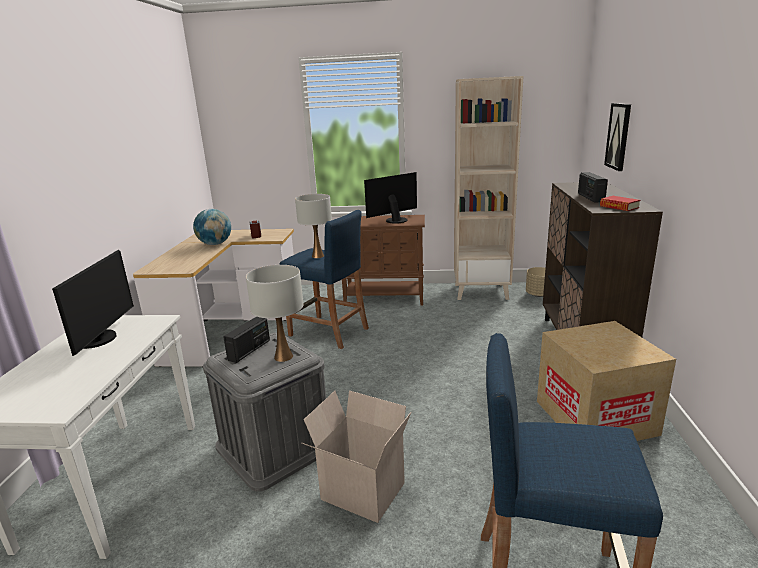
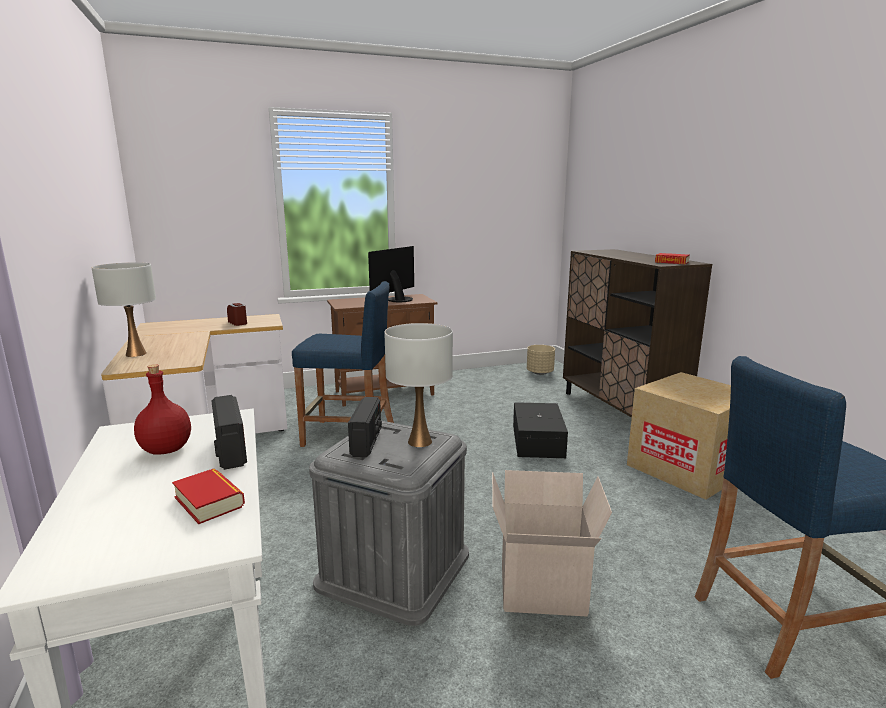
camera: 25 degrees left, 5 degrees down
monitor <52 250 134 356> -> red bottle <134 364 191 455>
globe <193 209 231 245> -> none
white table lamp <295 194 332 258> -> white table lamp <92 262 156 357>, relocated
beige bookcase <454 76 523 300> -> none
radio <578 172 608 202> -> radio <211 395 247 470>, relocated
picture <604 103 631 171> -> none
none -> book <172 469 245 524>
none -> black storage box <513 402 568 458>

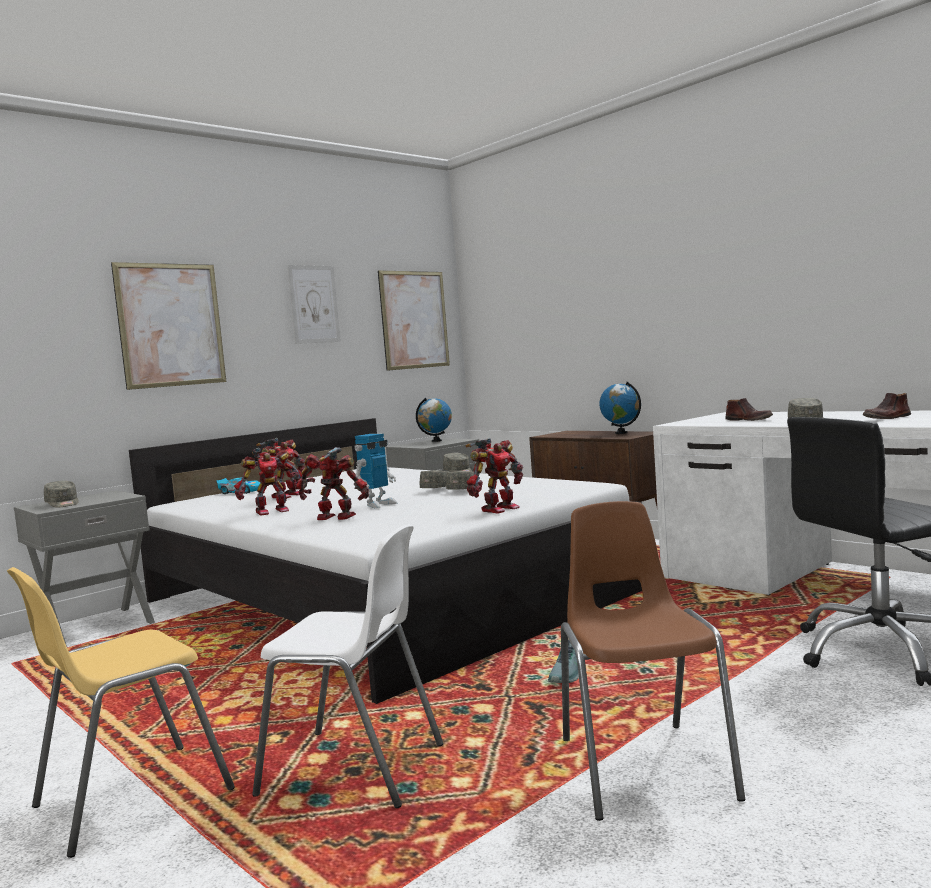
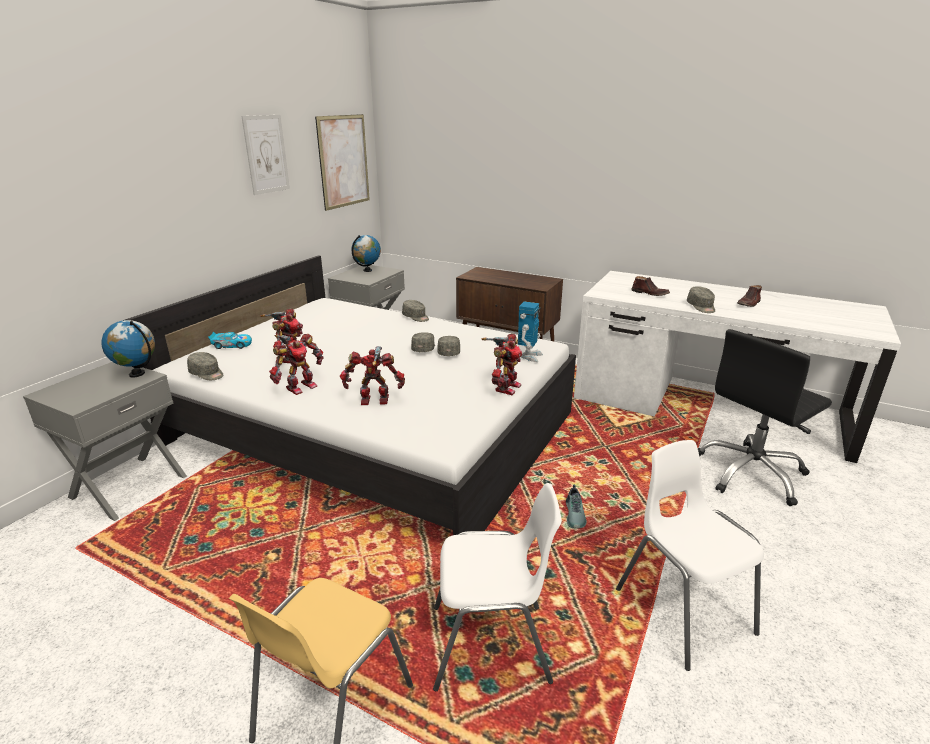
camera: 20 degrees left, 20 degrees up
grey cap <44 481 79 507> -> grey cap <187 352 223 380>, relocated
picture <111 262 226 390> -> none
toy robot <354 434 397 508> -> toy robot <518 302 543 362>, relocated
brown chair <561 501 745 821> -> white chair <616 440 764 671>
globe <599 382 641 434> -> globe <101 320 155 378>, relocated

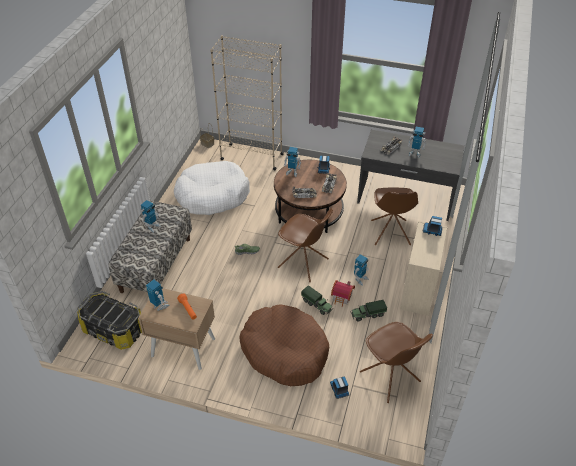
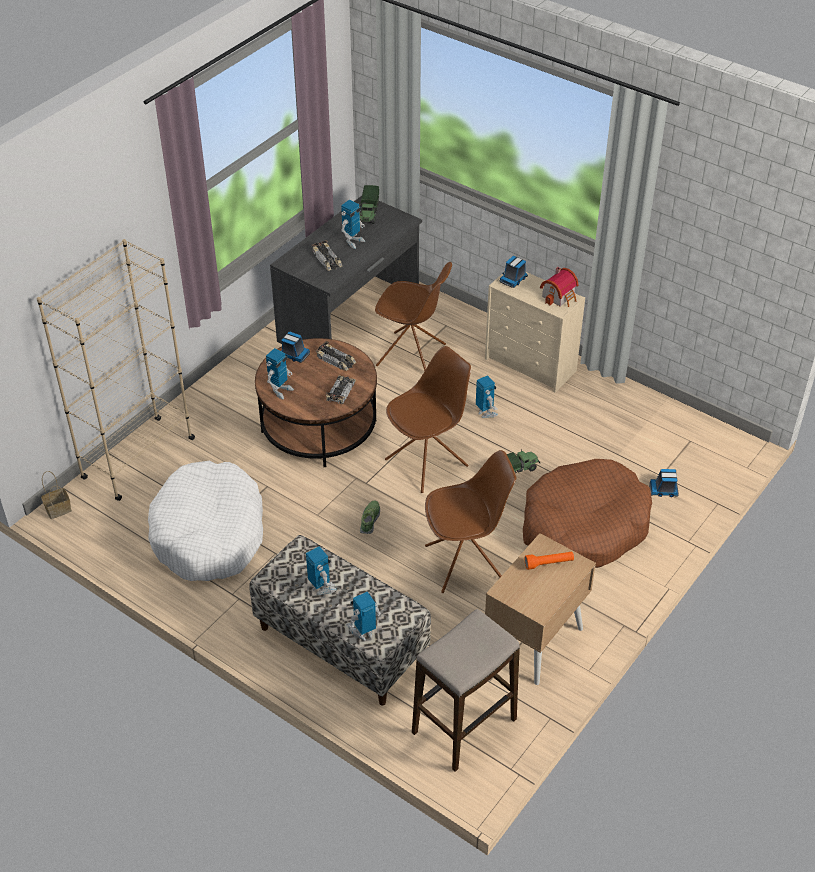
camera: 70 degrees left, 0 degrees up
storage box <77 291 142 350> -> stool <412 609 520 772>
toy robot <146 279 169 311> -> toy robot <346 591 381 641>, relocated
toy house <331 280 355 307> -> toy house <540 267 579 307>, relocated
toy truck <350 300 387 322> -> toy truck <359 185 379 224>, relocated
brown chair <360 322 433 403> -> brown chair <425 450 516 593>, relocated

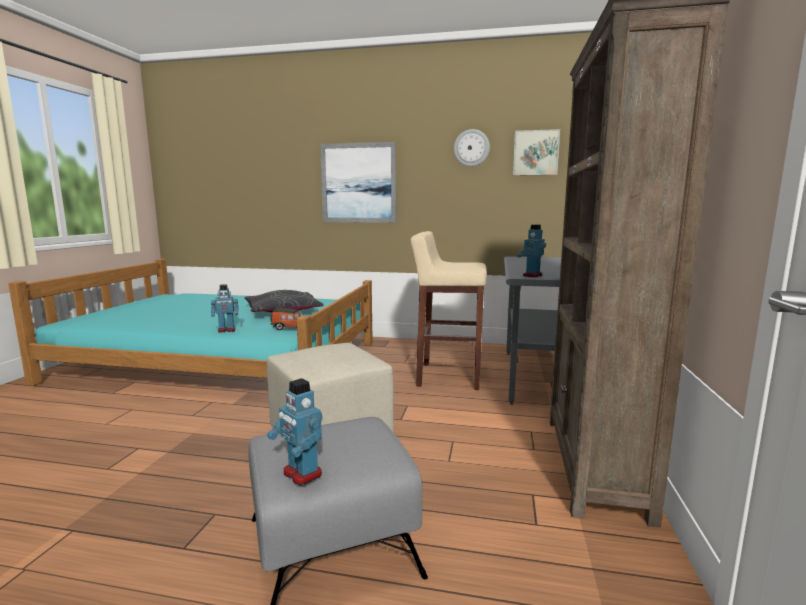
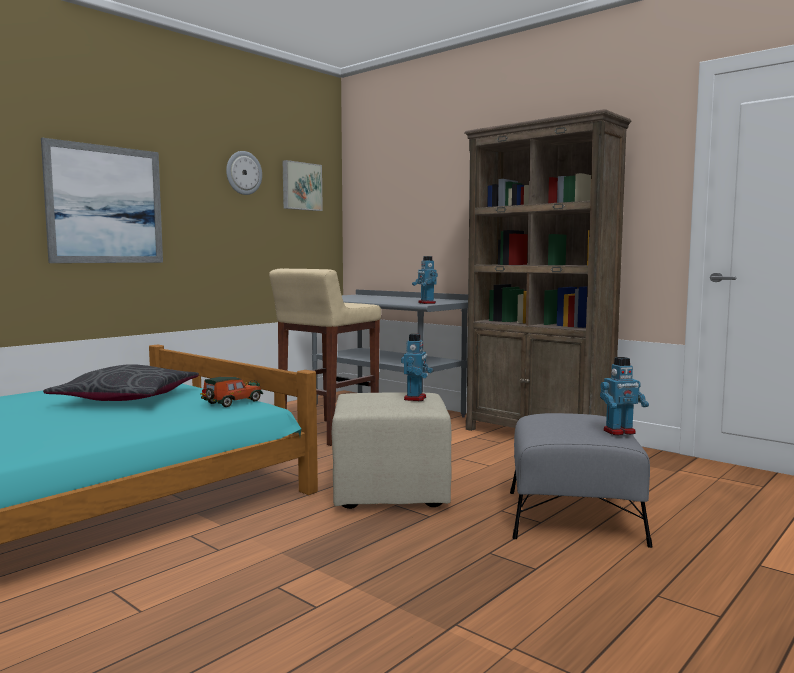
camera: 60 degrees left, 5 degrees down
toy robot <211 284 238 333> -> toy robot <401 334 433 401>, relocated

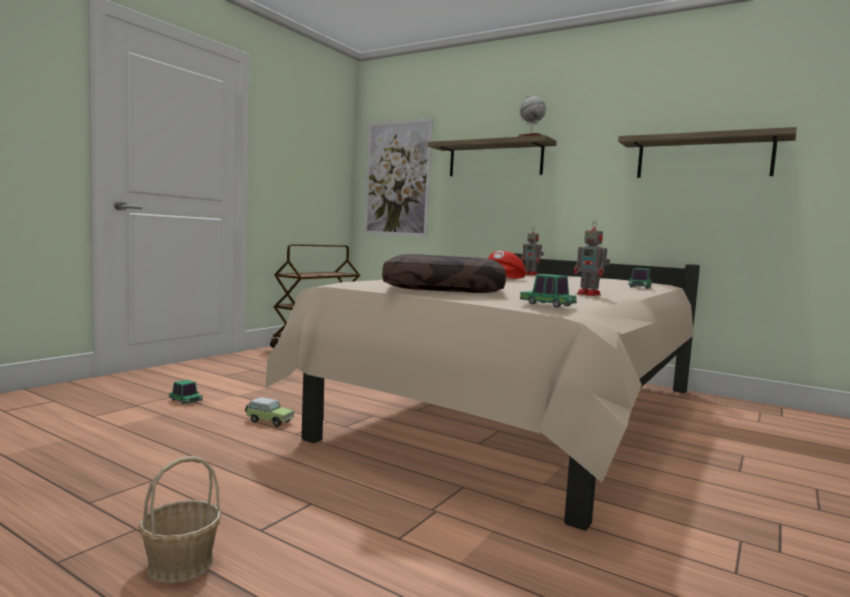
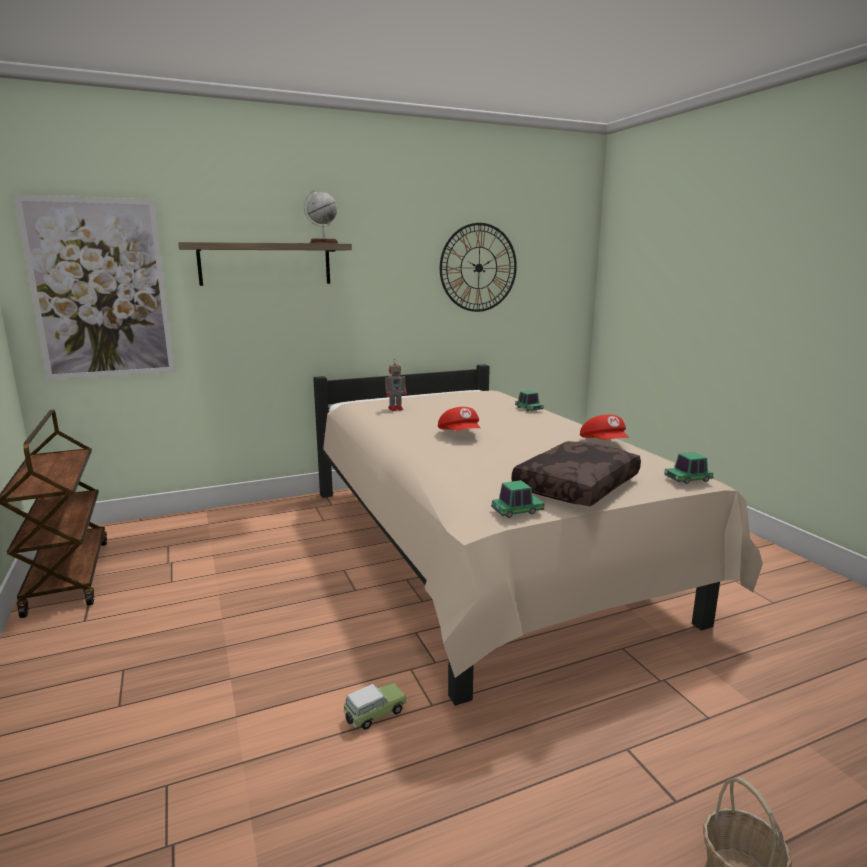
camera: 55 degrees left, 10 degrees up
toy car <169 380 202 404> -> toy car <491 480 545 518>, relocated
toy robot <574 221 610 296> -> red cap <580 414 629 440>
shelf <618 127 797 178> -> wall clock <440 223 517 312>

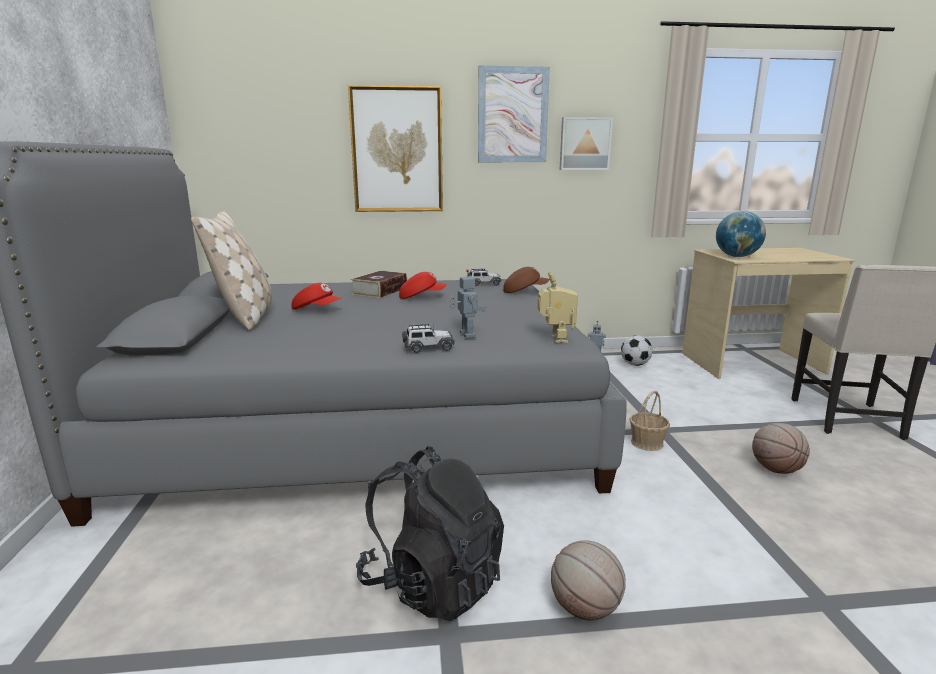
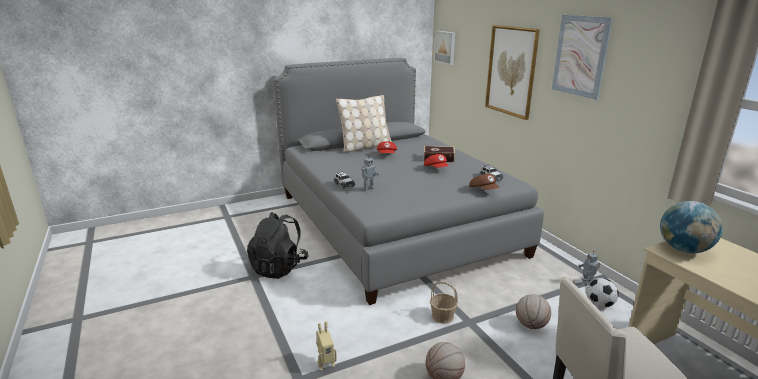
camera: 70 degrees right, 5 degrees up
toy robot <538 271 578 343> -> toy robot <316 321 337 371>, relocated
basketball <551 540 626 621> -> basketball <516 294 551 329>, relocated
picture <560 117 613 170> -> picture <434 31 455 65>, relocated

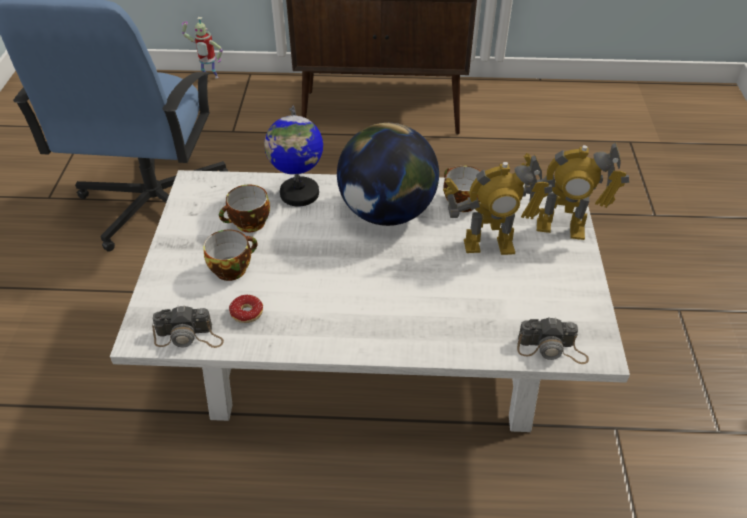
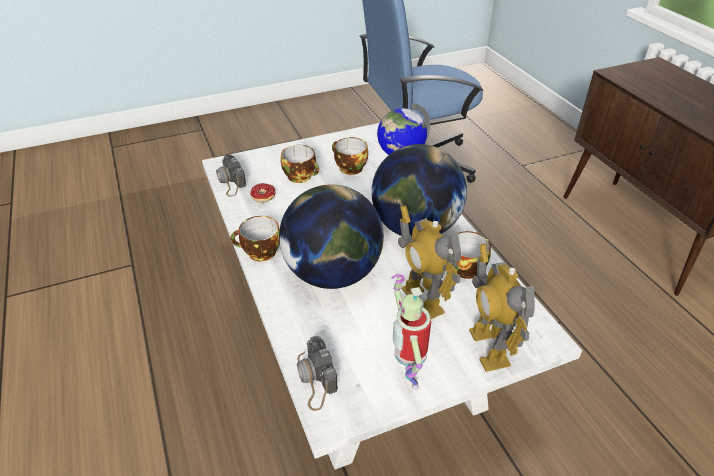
camera: 65 degrees right, 5 degrees down
toy robot <182 17 223 79> -> toy robot <391 274 431 390>, relocated
none -> cup <230 216 280 261>
none -> globe <279 184 384 289>

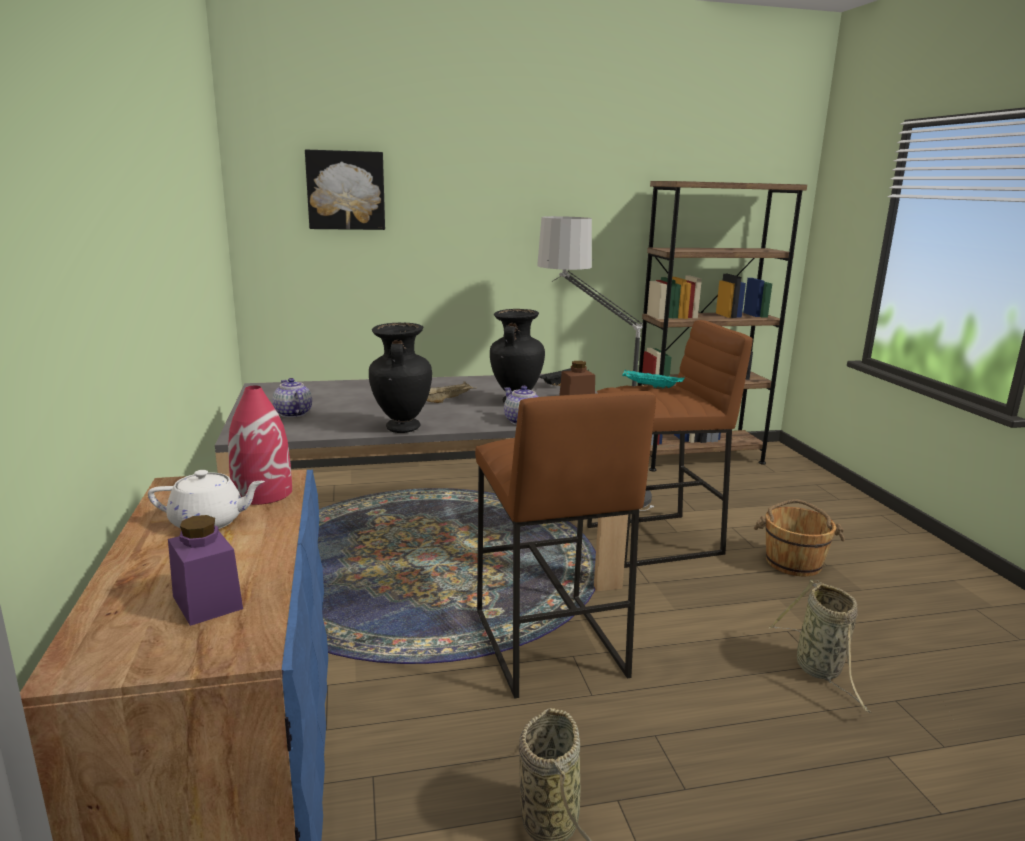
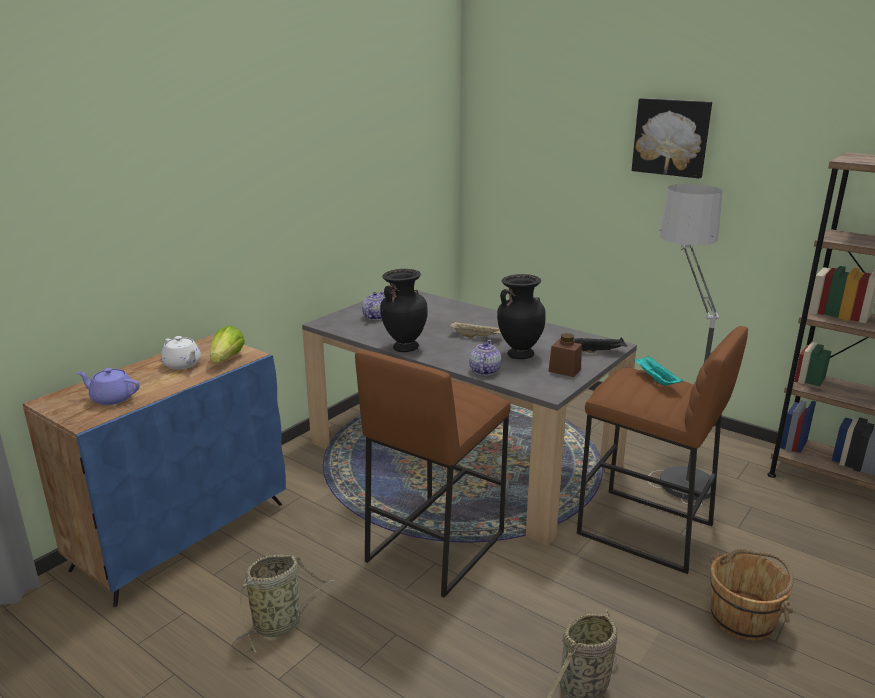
camera: 50 degrees right, 5 degrees up
purple jar <168 515 243 626> -> purple teapot <77 368 140 405>
red vase <228 386 292 505> -> lettuce <210 326 245 363>
picture <305 150 385 230> -> picture <632 98 712 178>, relocated

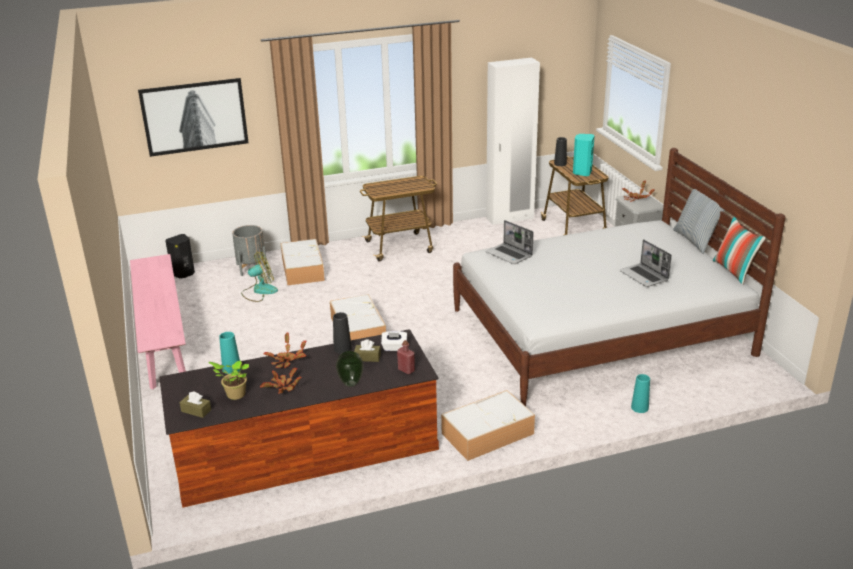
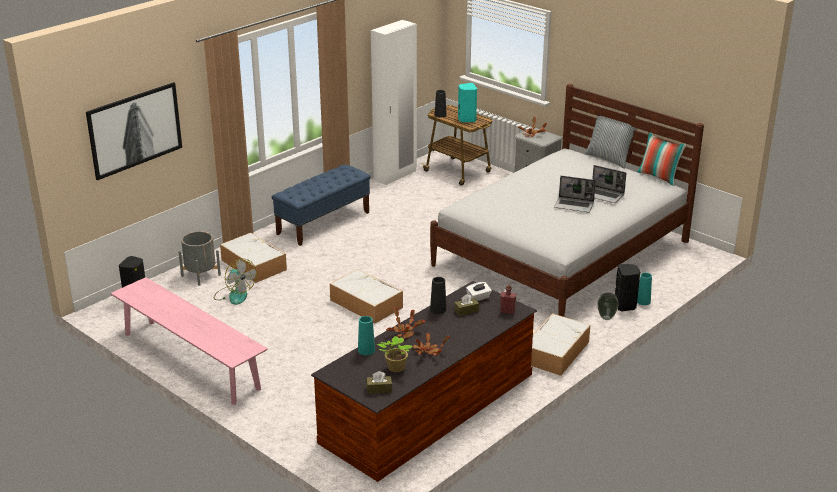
camera: 30 degrees left, 0 degrees up
fan <241 251 278 302> -> fan <214 259 257 305>, 105 degrees clockwise
vase <336 351 364 387> -> vase <597 293 619 320>, relocated
cart <360 176 437 262> -> blue bench <272 164 371 246>
laptop <486 220 533 264> -> laptop <554 176 596 212>, relocated
none -> black speaker <615 264 640 312>

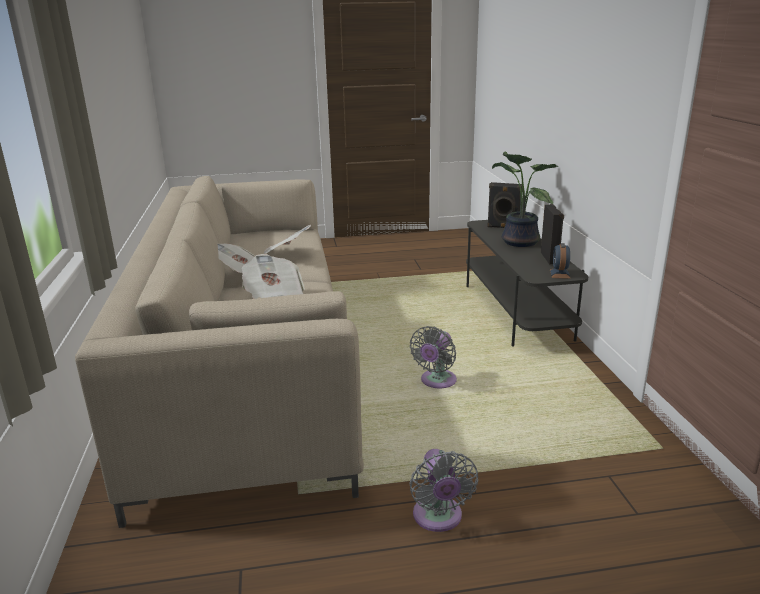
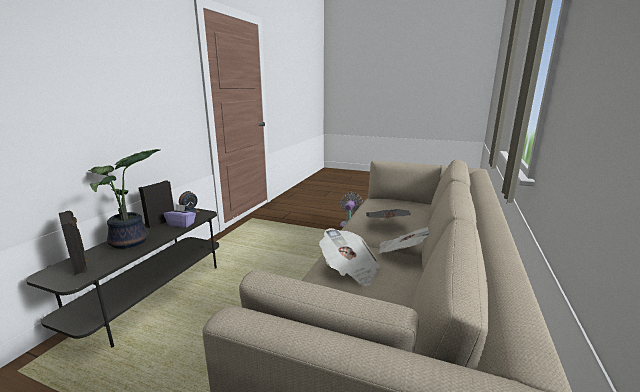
camera: 150 degrees left, 5 degrees down
grey fan <410 326 457 388> -> none
none -> purple tissue box <164 204 196 228>

